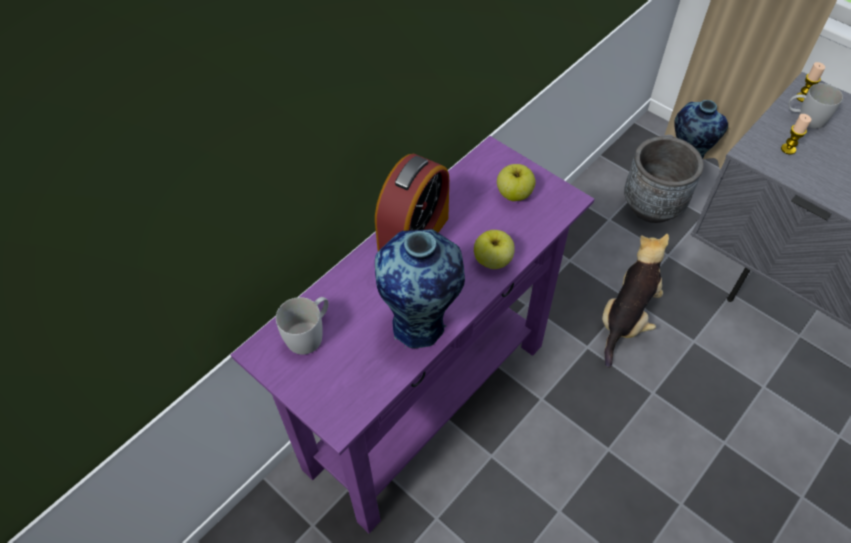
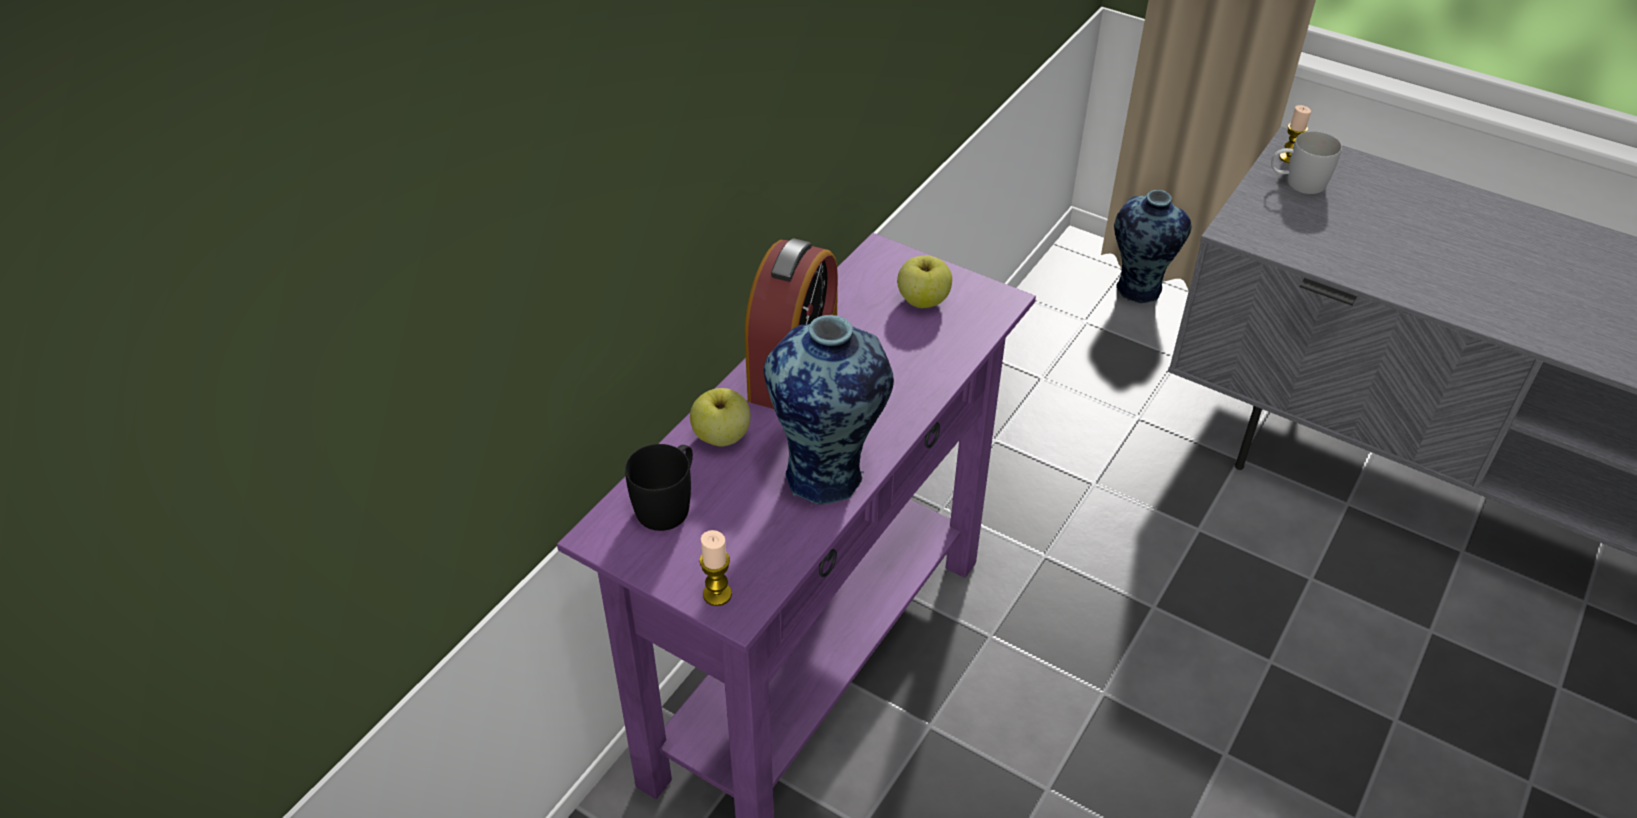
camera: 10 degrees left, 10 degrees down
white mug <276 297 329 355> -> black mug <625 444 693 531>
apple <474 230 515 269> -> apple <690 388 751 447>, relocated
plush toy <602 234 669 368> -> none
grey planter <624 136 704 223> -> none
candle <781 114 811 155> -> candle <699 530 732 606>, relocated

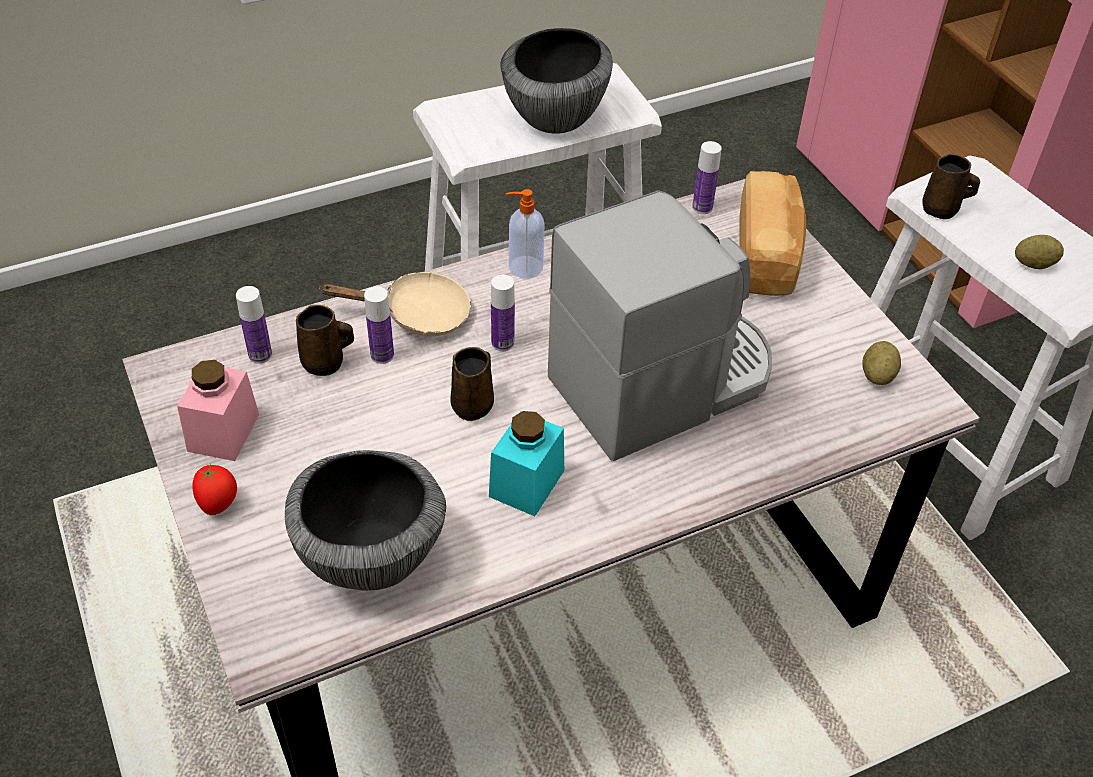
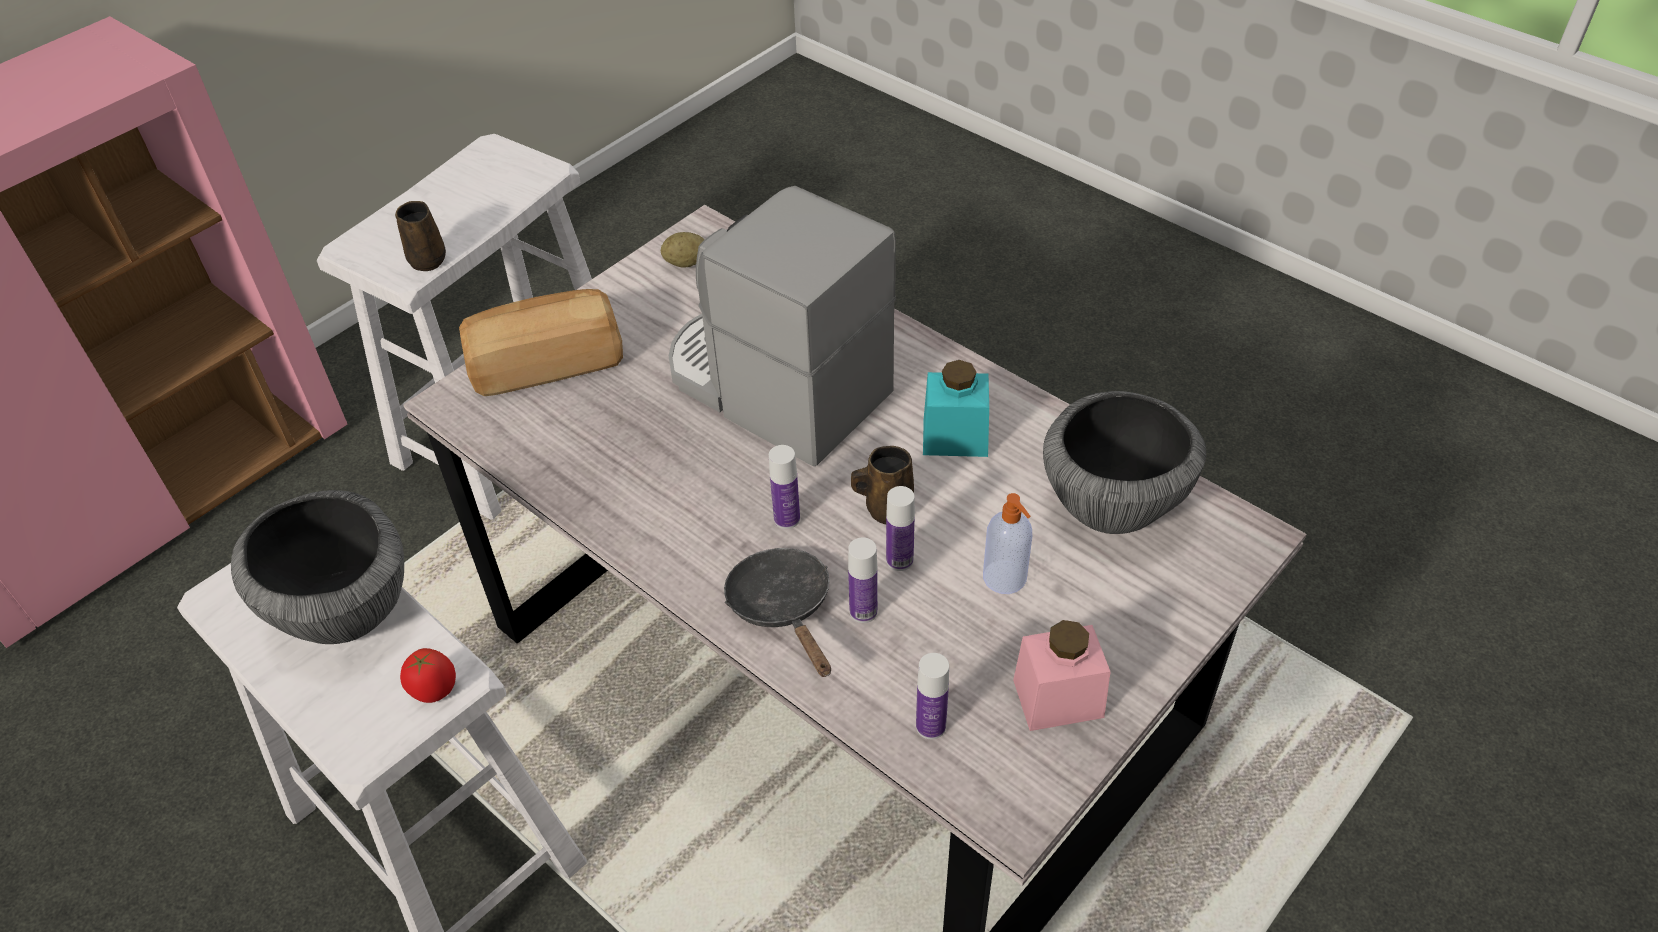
camera: 110 degrees left, 0 degrees up
tomato <192 464 237 515> -> tomato <400 648 456 703>, relocated
brown mug <296 305 354 376> -> none
beige frying pan <319 271 471 336> -> black frying pan <724 548 831 677>
soap dispenser <506 189 545 279> -> soap dispenser <983 493 1032 594>, relocated
bottle <692 141 722 214> -> bottle <886 486 915 571>, relocated
potato <1015 235 1064 269> -> none

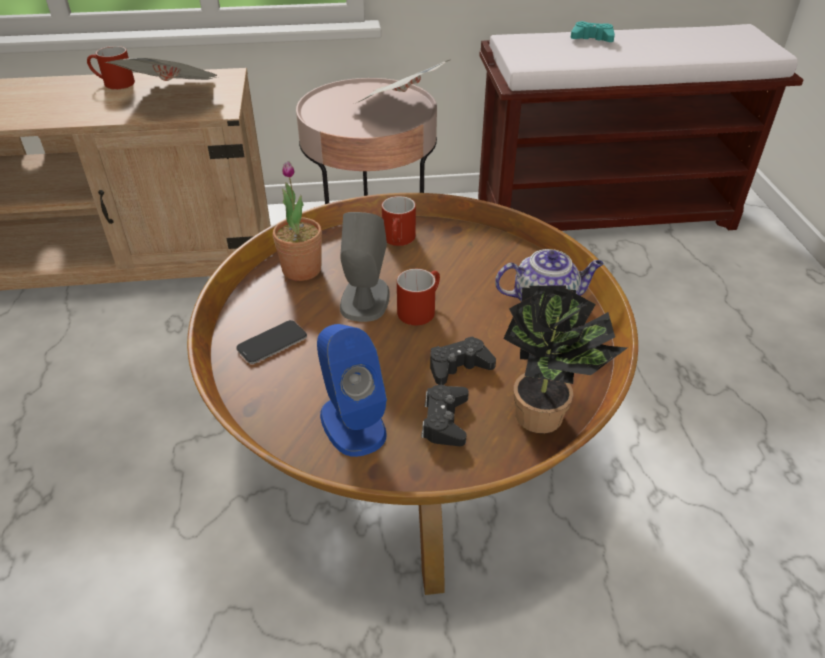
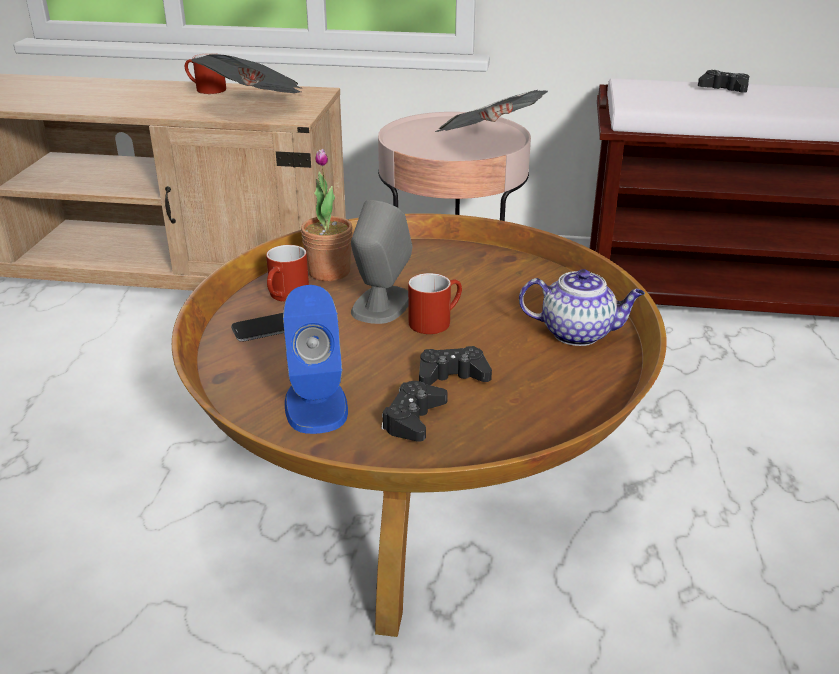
camera: 15 degrees right, 10 degrees down
red mug <382 196 416 246> -> red mug <266 245 309 302>, relocated
potted plant <503 285 627 434> -> none
turquoise game controller <571 21 615 42> -> black game controller <698 70 749 93>

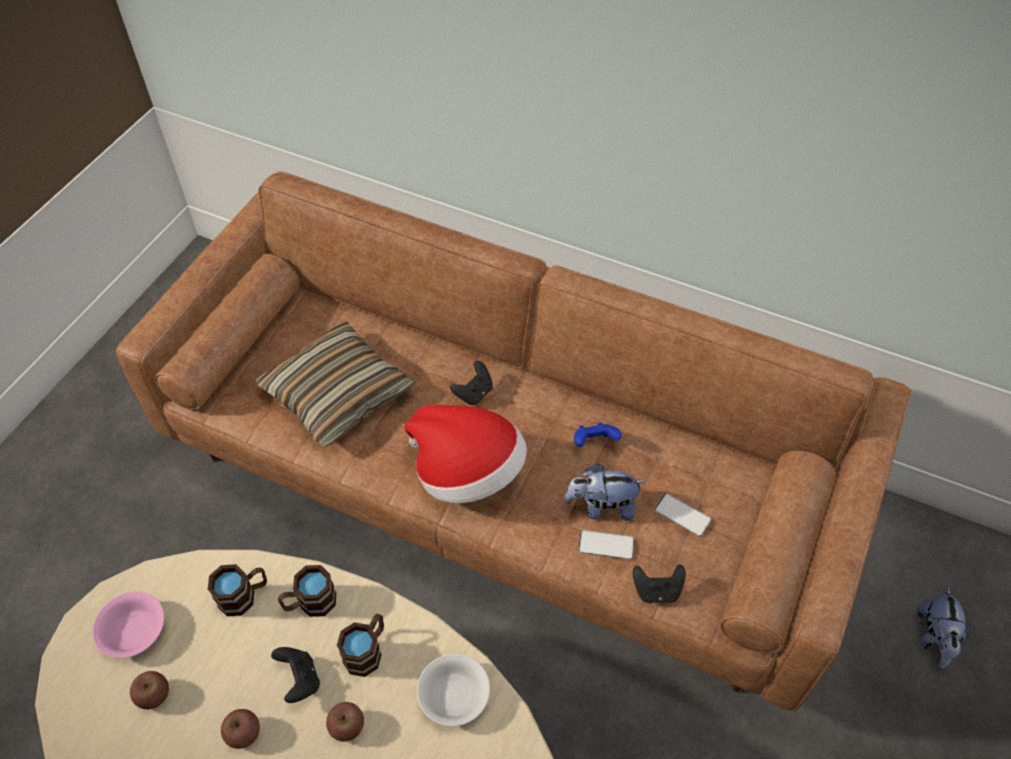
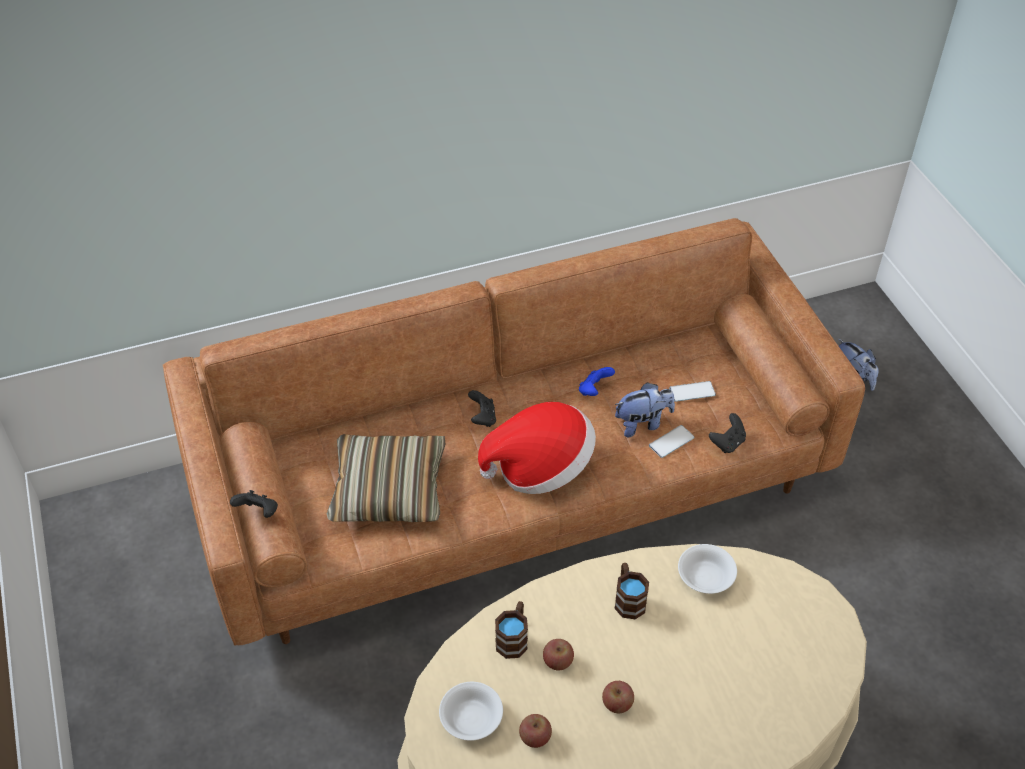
camera: 45 degrees left, 5 degrees down
pink bowl <92 591 164 658> -> white bowl <439 682 503 741>
black game controller <271 647 320 703> -> black game controller <230 490 278 518>, relocated
brown mug <278 565 336 617> -> none
apple <326 702 364 742> -> apple <543 639 574 670>, relocated
plush toy <564 464 645 521> -> plush toy <615 382 675 437>, 150 degrees counterclockwise

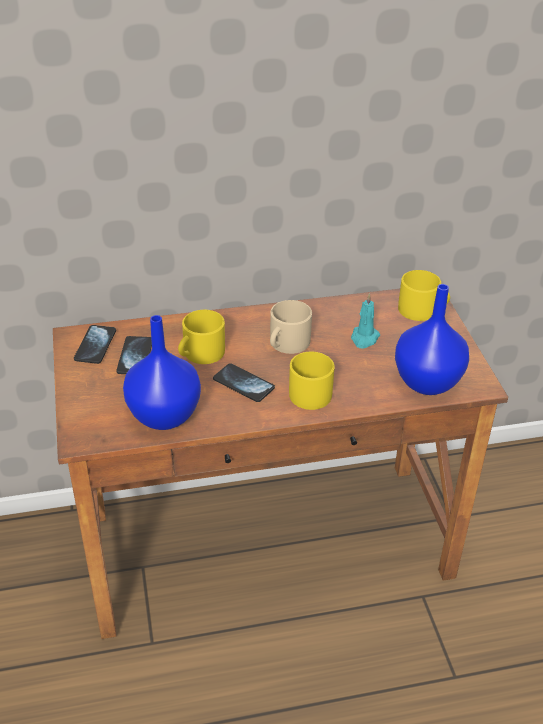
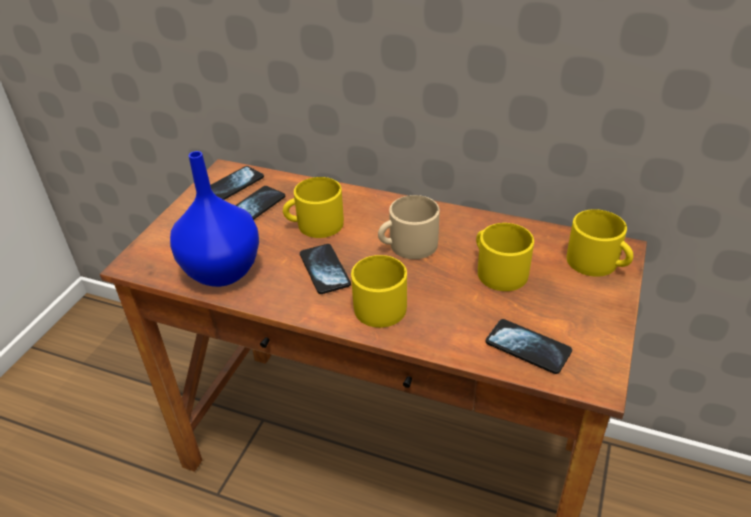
camera: 35 degrees right, 0 degrees up
turquoise candle <351 293 380 349> -> yellow mug <476 223 534 291>
blue vase <395 284 469 395> -> phone <486 319 572 374>

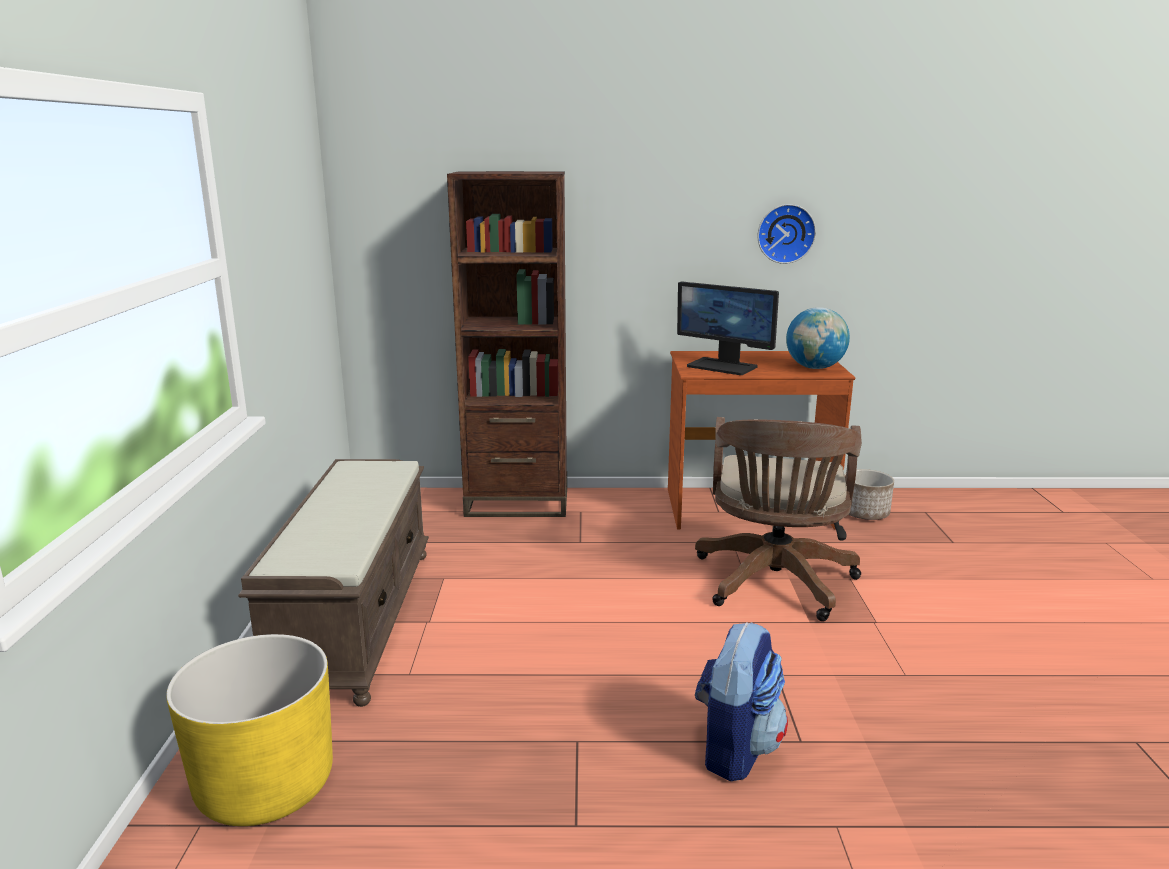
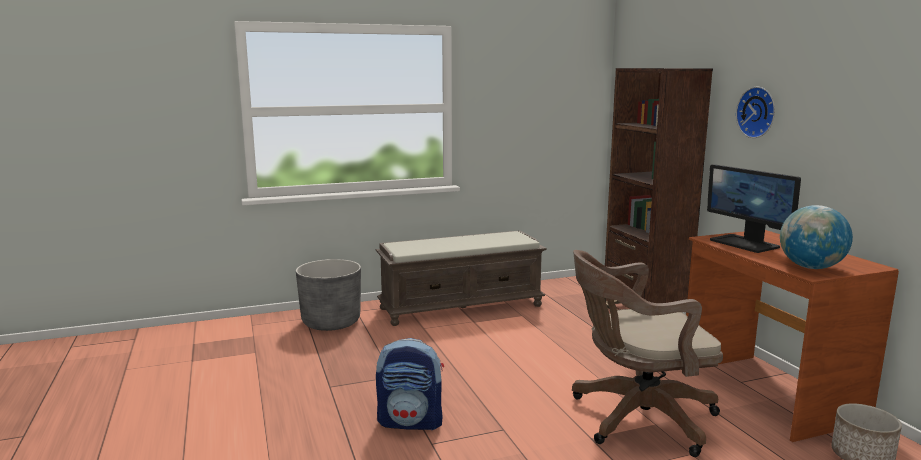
camera: 70 degrees right, 5 degrees down
yellow planter <166 634 333 826> -> grey planter <296 259 361 331>
monitor <677 281 779 375> -> monitor <707 164 801 253>, 45 degrees counterclockwise
wall clock <758 204 816 264> -> wall clock <736 87 775 138>, relocated

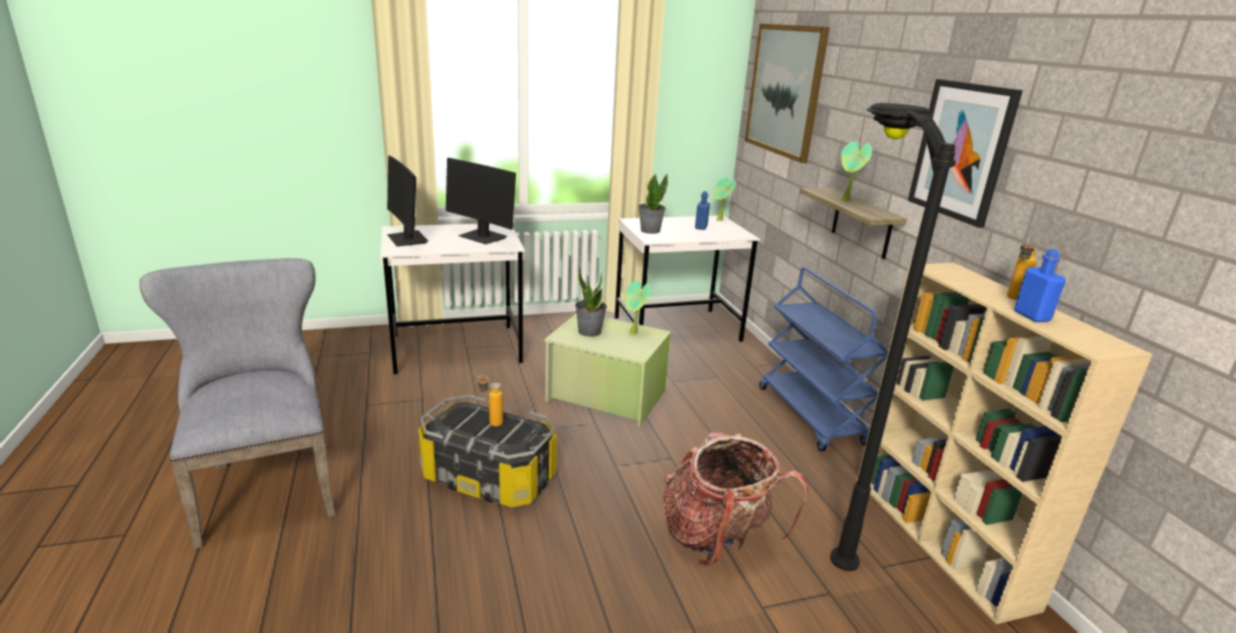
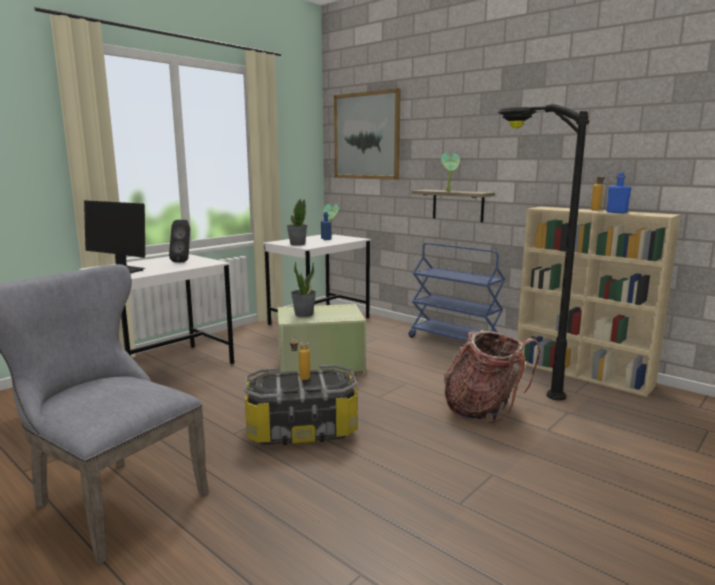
camera: 30 degrees left, 10 degrees down
monitor <446 158 516 244> -> black speaker <169 220 190 263>
potted plant <625 281 651 334> -> none
picture <908 79 1023 228> -> none

